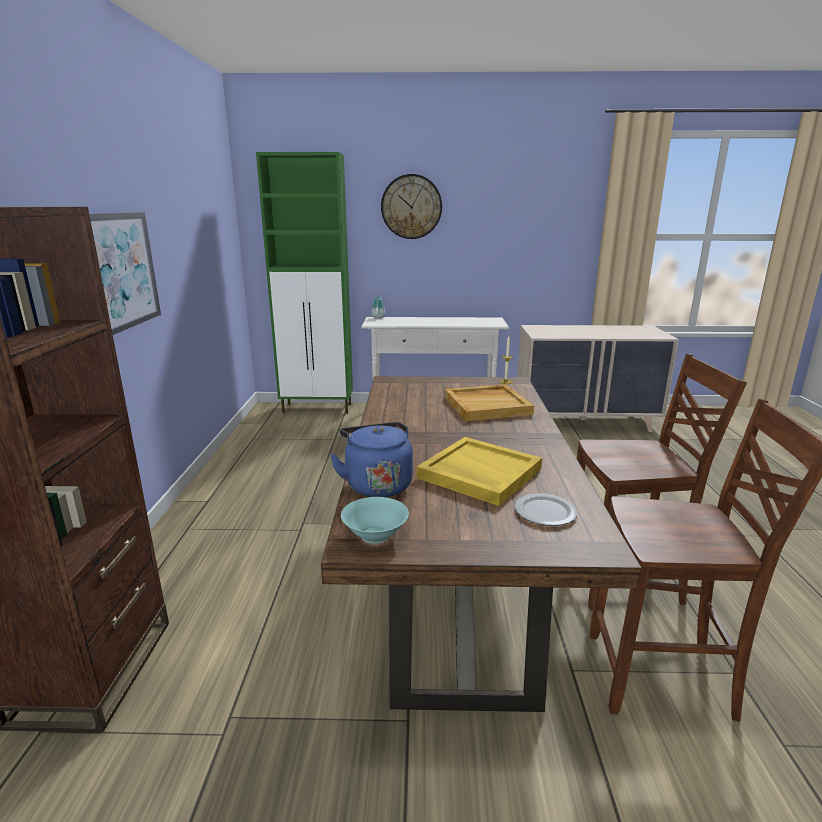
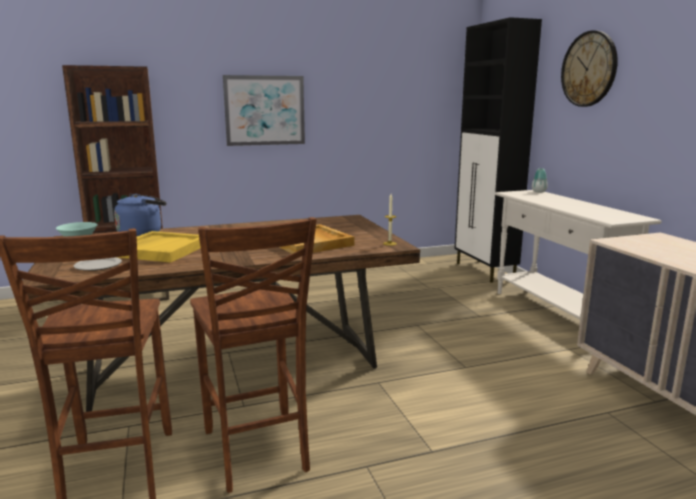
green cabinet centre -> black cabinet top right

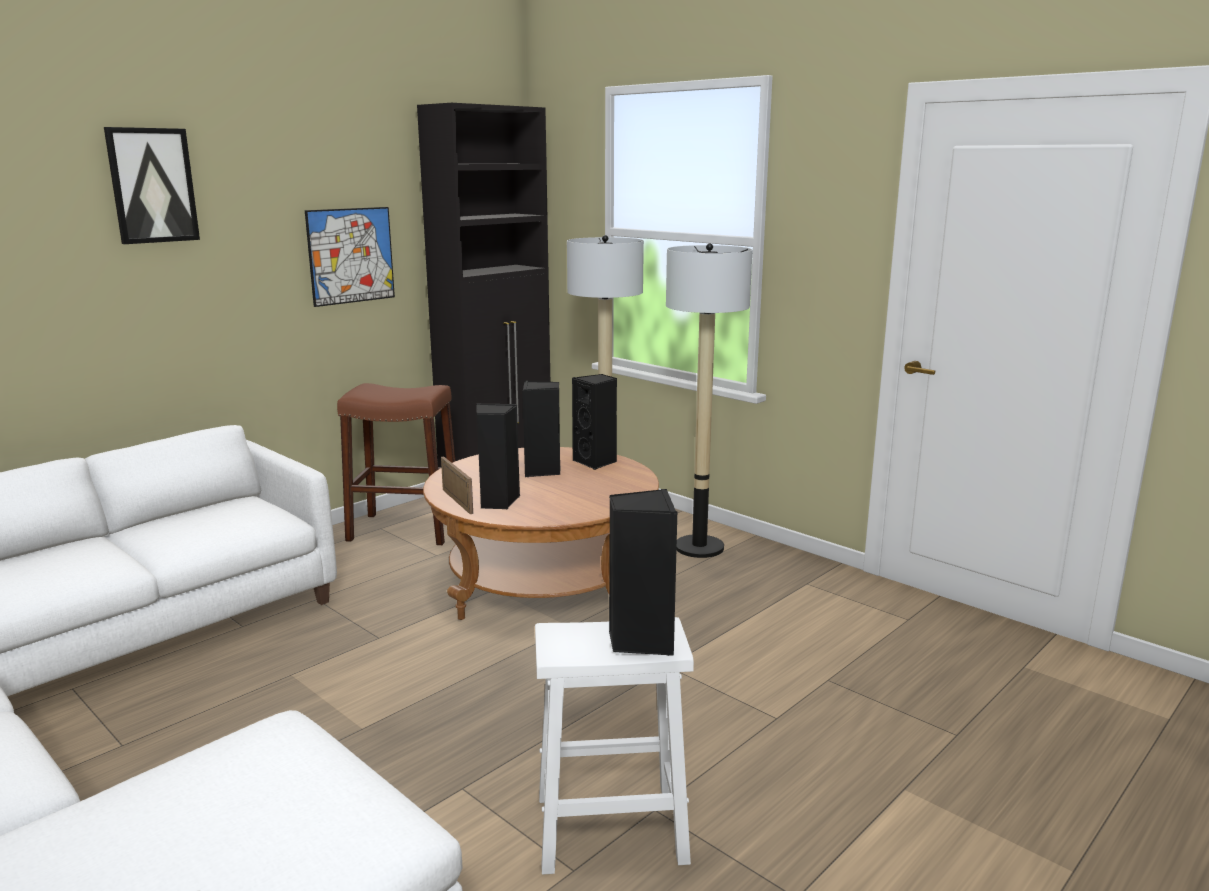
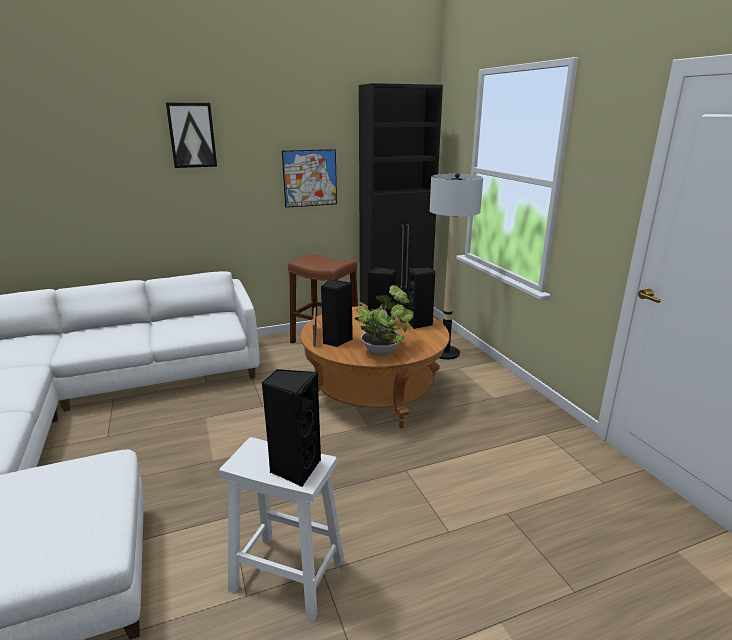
floor lamp (2nd from left) centre -> none
none -> potted plant centre

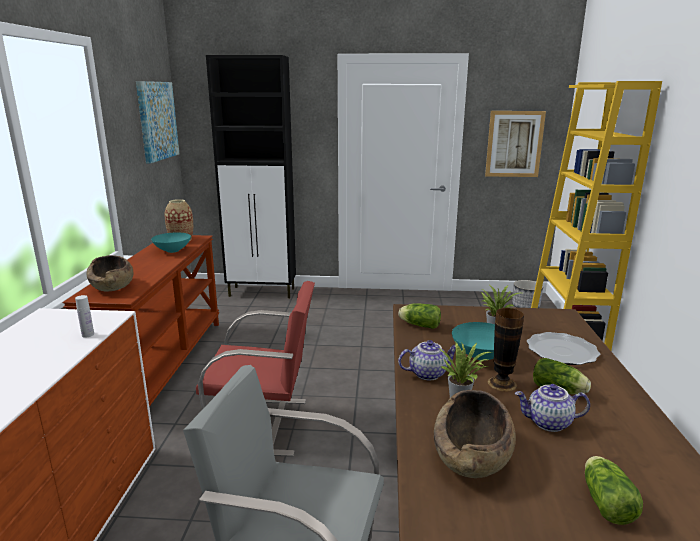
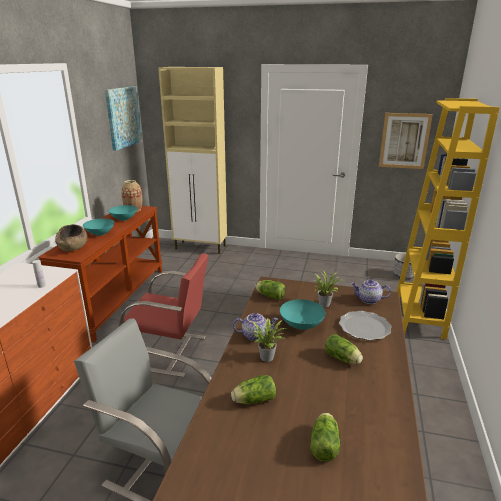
vase (2nd from left) middle right -> none
none -> turquoise bowl (1st from left) middle left
teapot (2nd from left) bottom right -> teapot (2nd from left) middle right, move
brown bowl (2nd from left) bottom right -> lettuce (1st from left) bottom centre
black cabinet top centre -> beige cabinet top centre

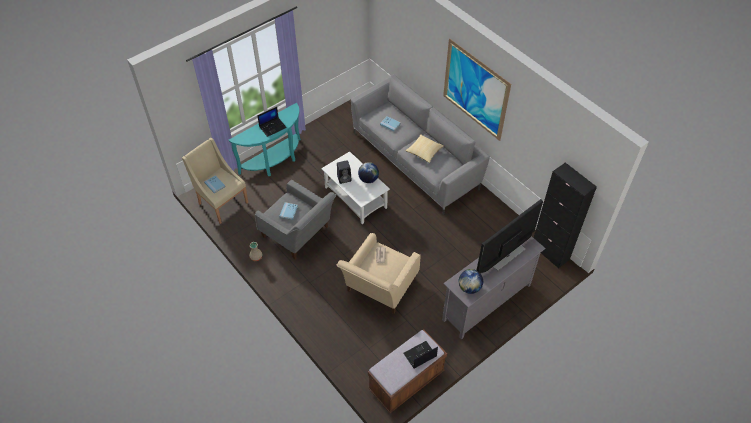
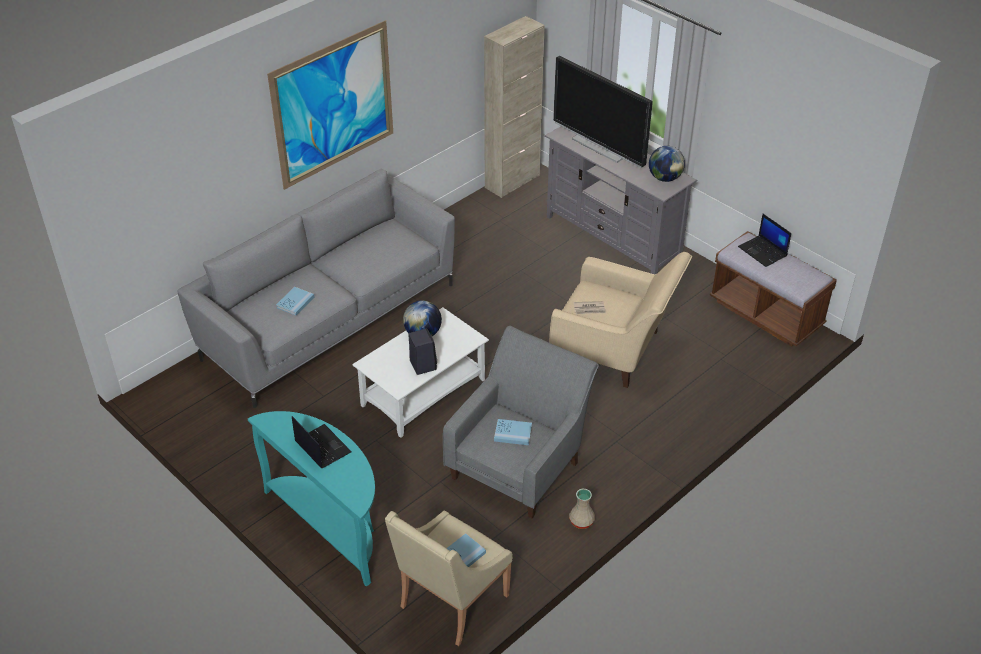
pillow centre -> none
black cabinet middle right -> beige cabinet top centre

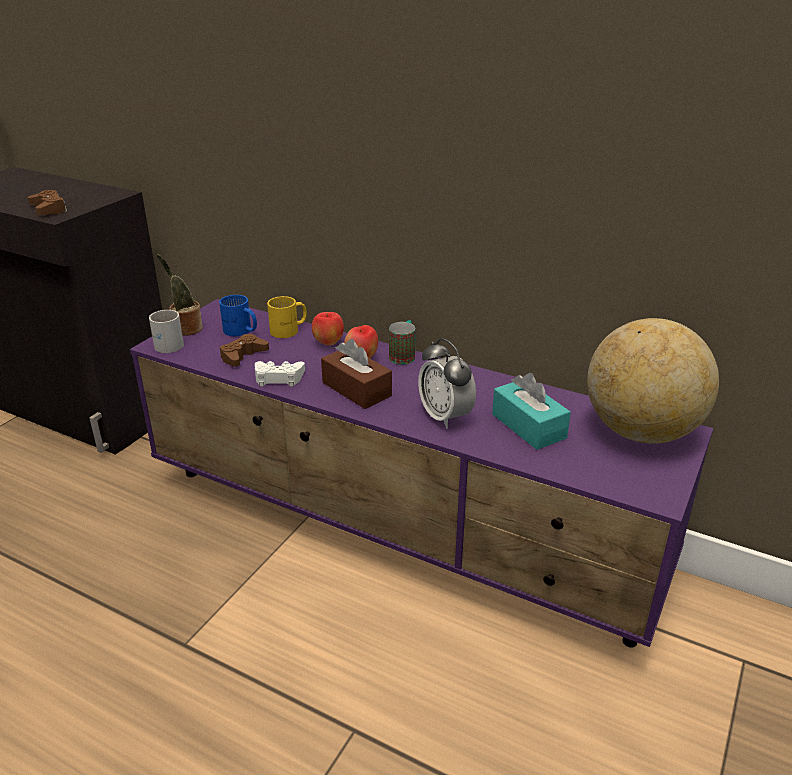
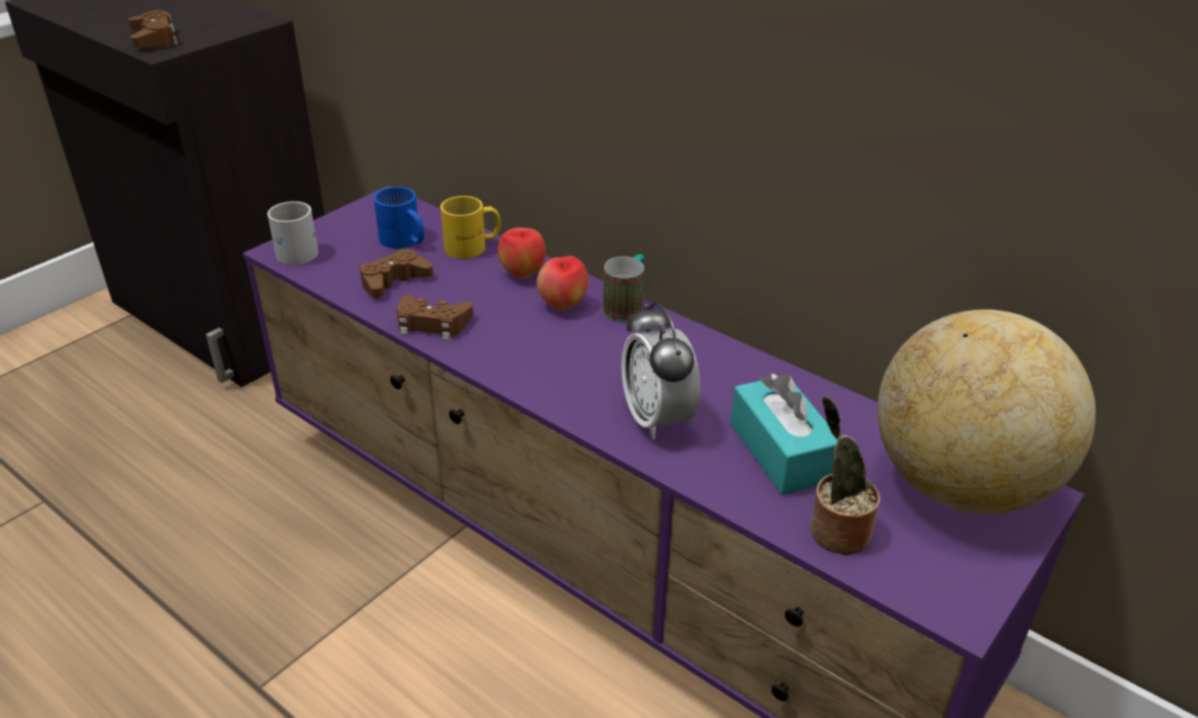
brown tissue box centre -> none
potted plant middle left -> potted plant middle right, move
white game controller centre -> brown game controller (3rd from left) centre

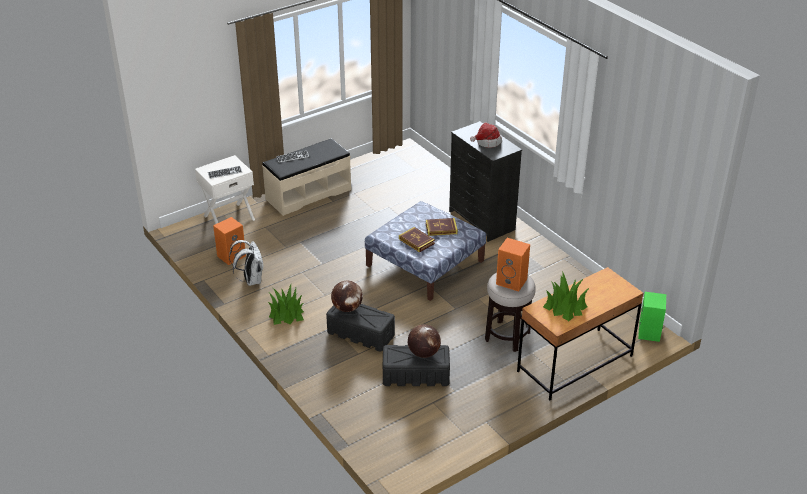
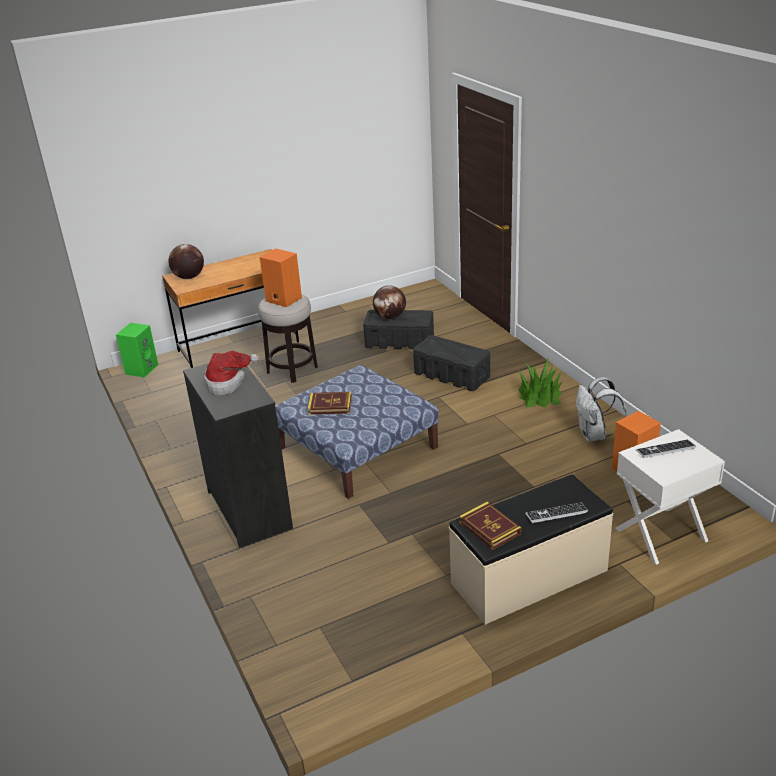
potted plant (2nd from left) middle right -> none
globe (1st from left) centre -> globe (1st from left) middle left, move
book (1st from left in the first image) centre -> book (2nd from left) bottom centre, move

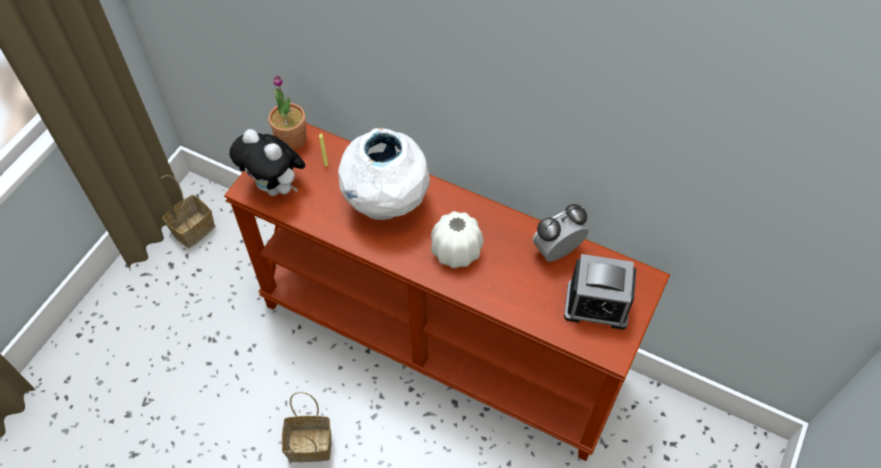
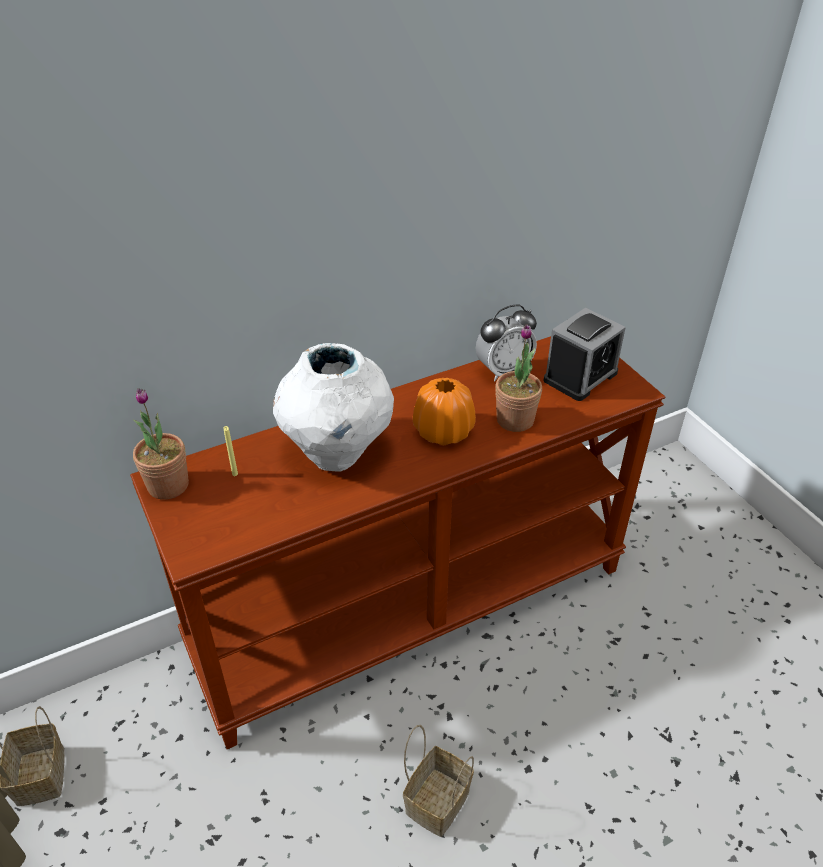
plush toy middle left -> none
none -> potted plant (2nd from left) centre
white vase (2nd from left) centre -> orange vase centre
alarm clock (1st from left) centre, 120 degrees counterclockwise

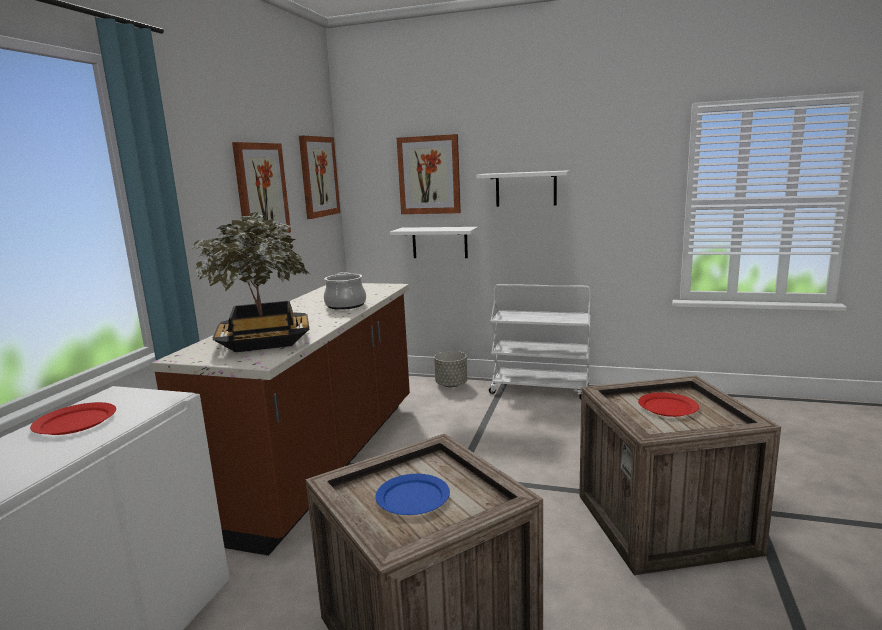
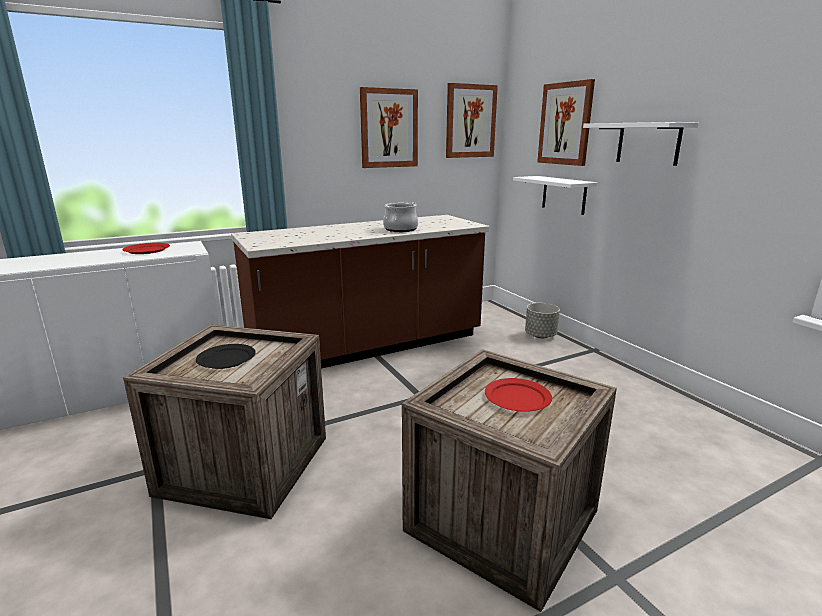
potted plant middle left -> none
white cart centre -> none
blue plate bottom centre -> black plate middle left

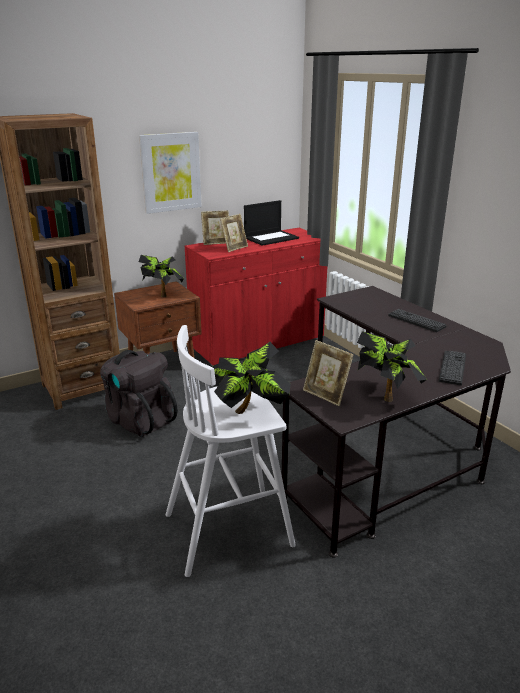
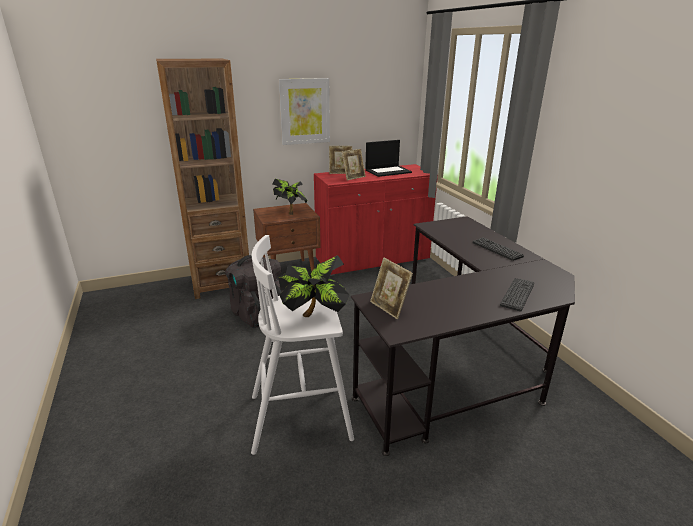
potted plant (3rd from left) middle right -> none

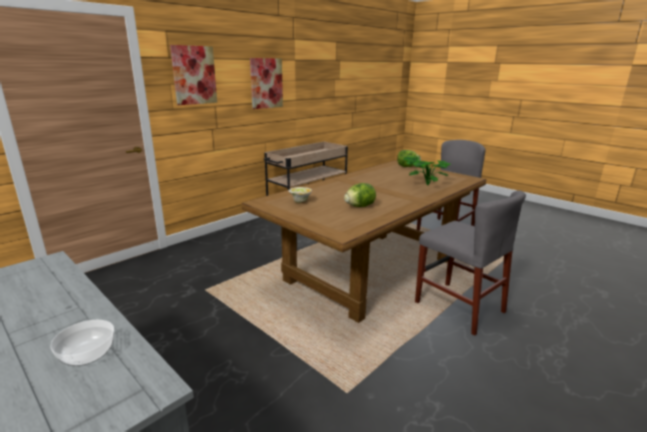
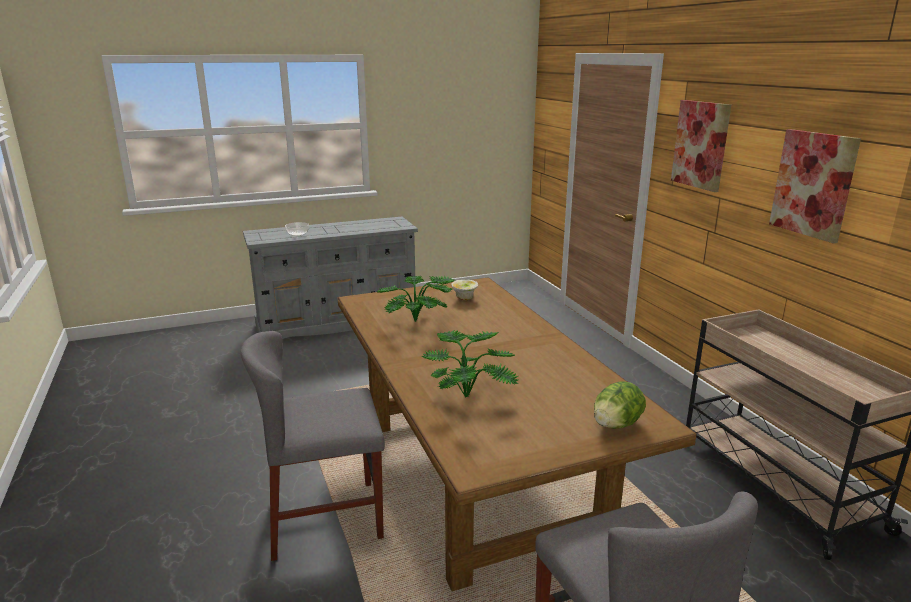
lettuce (1st from left) centre -> potted plant (1st from left) centre

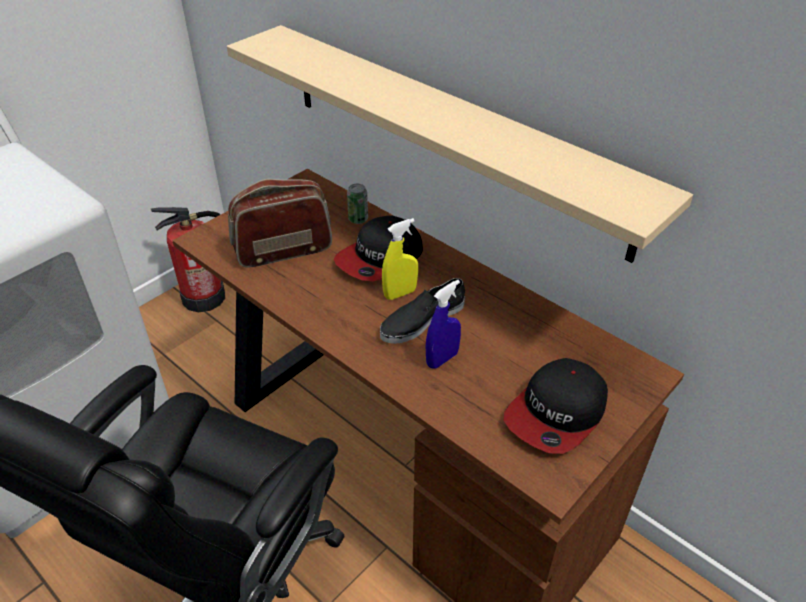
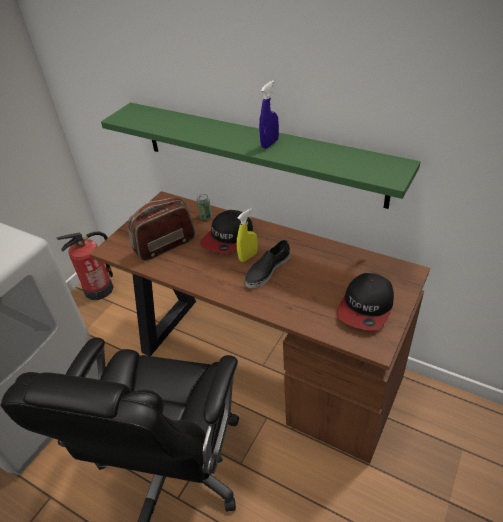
blue spray bottle centre -> blue spray bottle top centre, move
beige shelf top centre -> green shelf top centre

